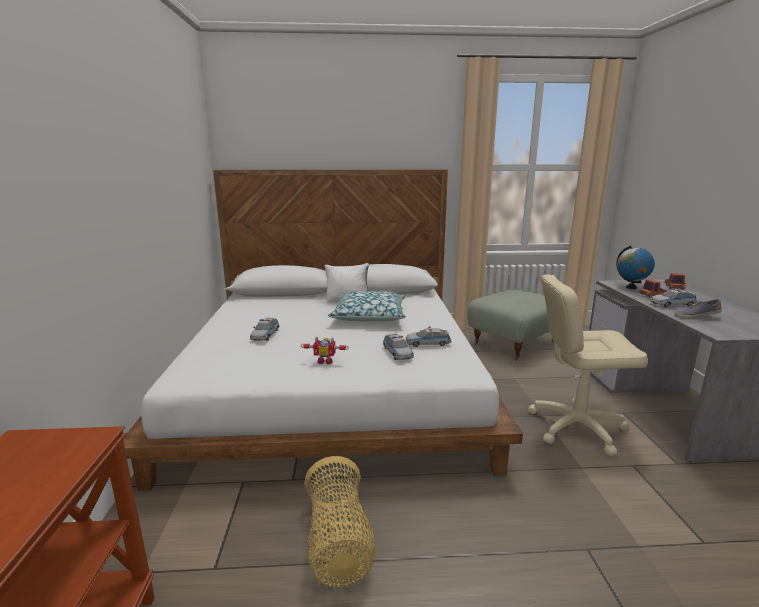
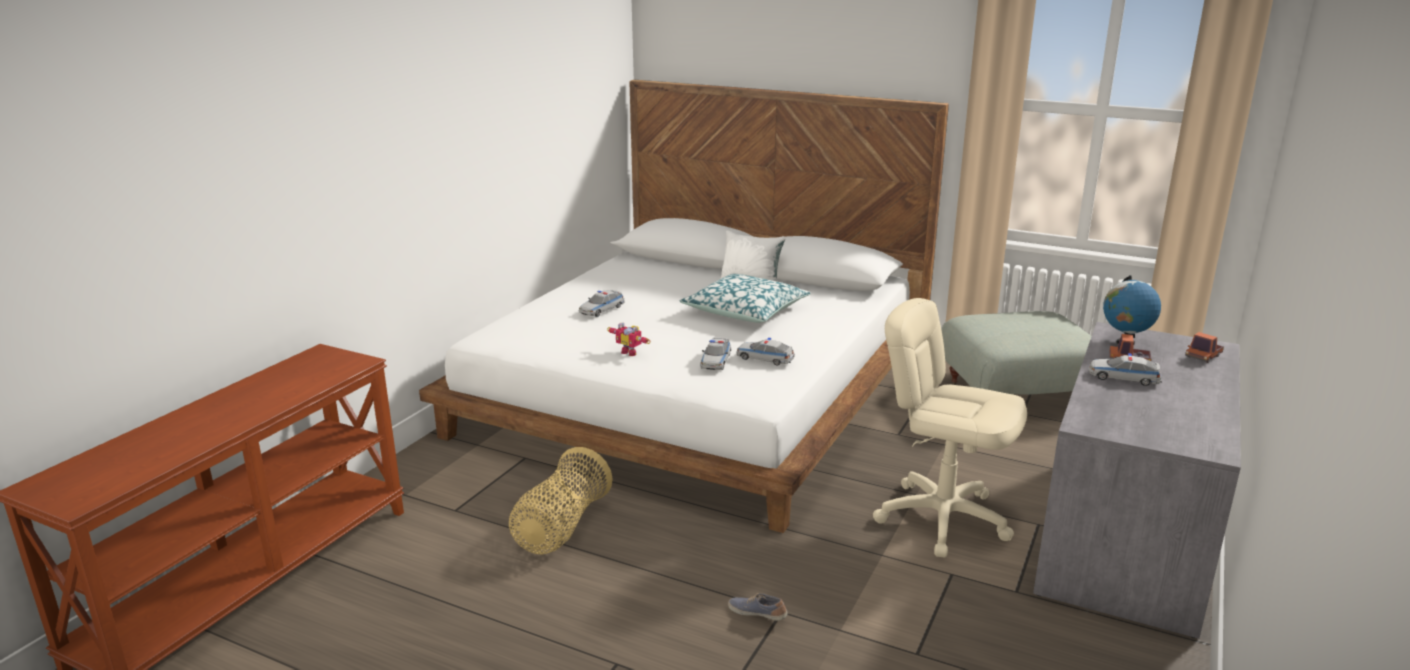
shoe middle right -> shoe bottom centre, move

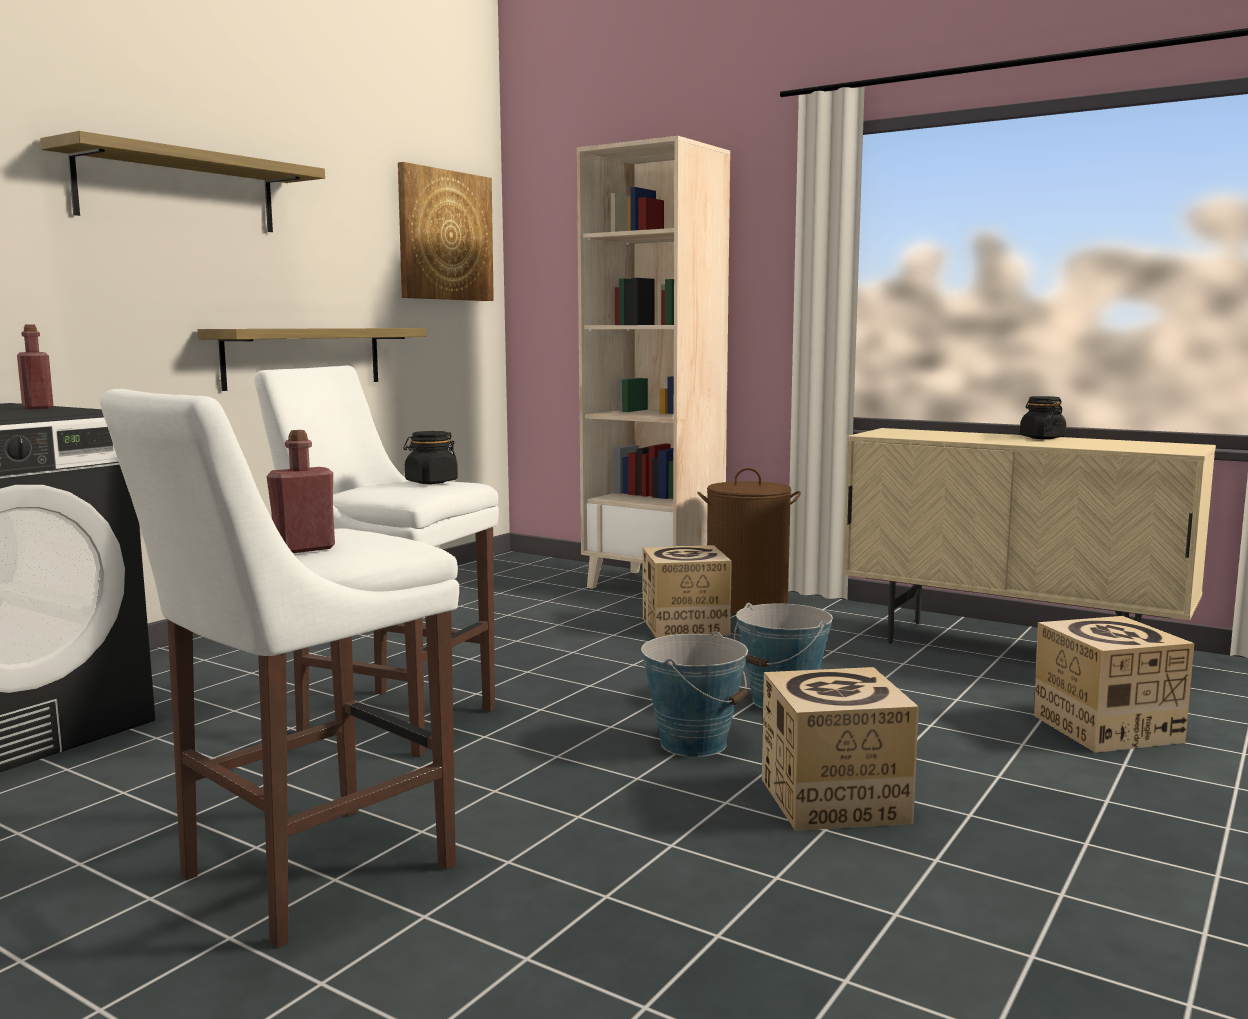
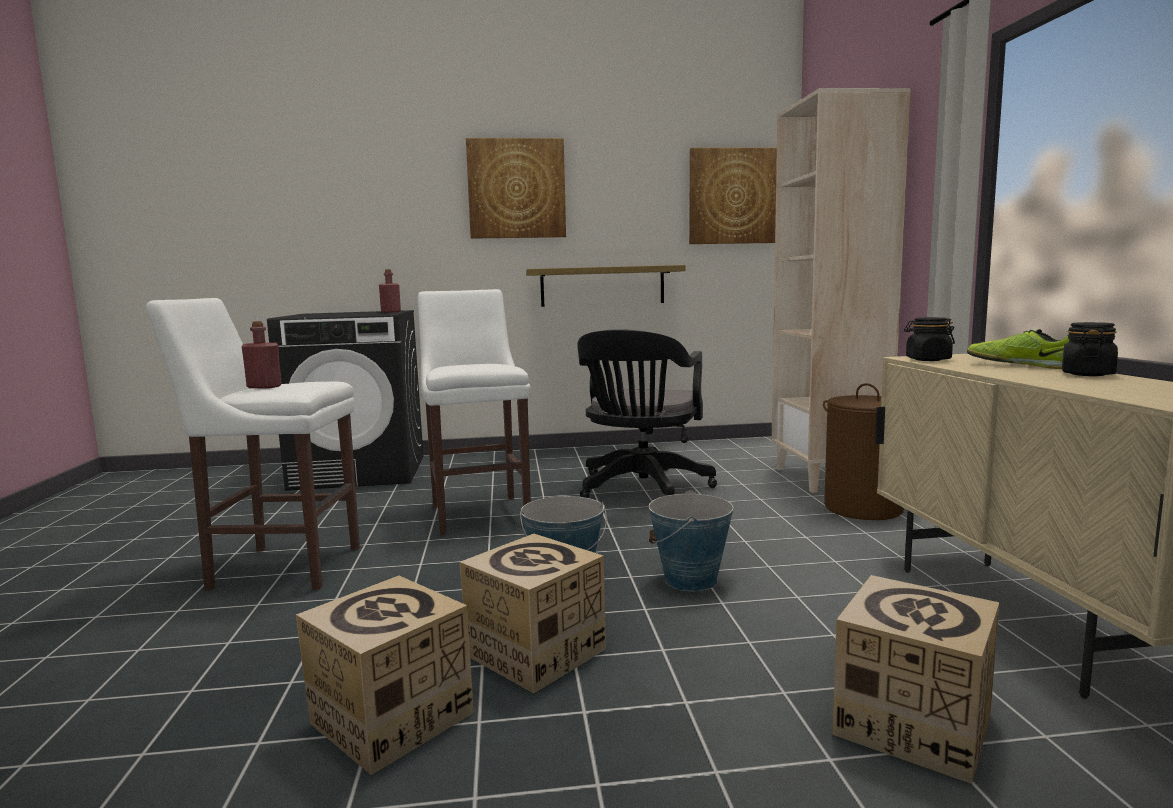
none -> black office chair centre
none -> shoe middle right
black jar (1st from left) centre -> black jar (1st from left) middle right, move
cardboard box (1st from left) centre -> cardboard box (1st from left) bottom left, move
shelf (1st from left) top left -> picture (1st from left) top centre

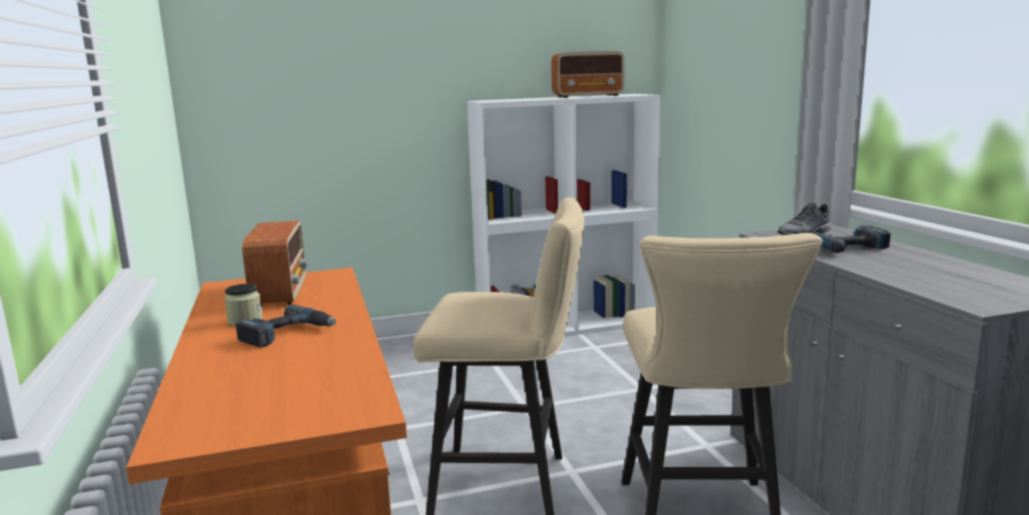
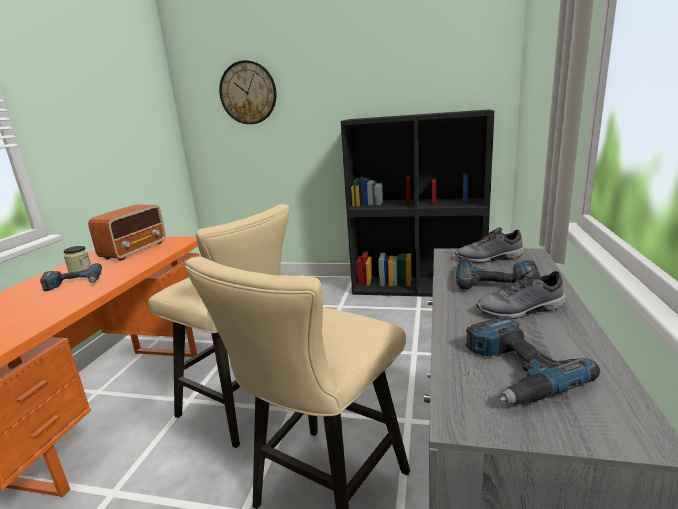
radio (2nd from left) top centre -> none
none -> wall clock top centre
none -> power drill (3rd from left) bottom right
none -> grey shoe (2nd from left) middle right
white bookcase centre -> black bookcase centre

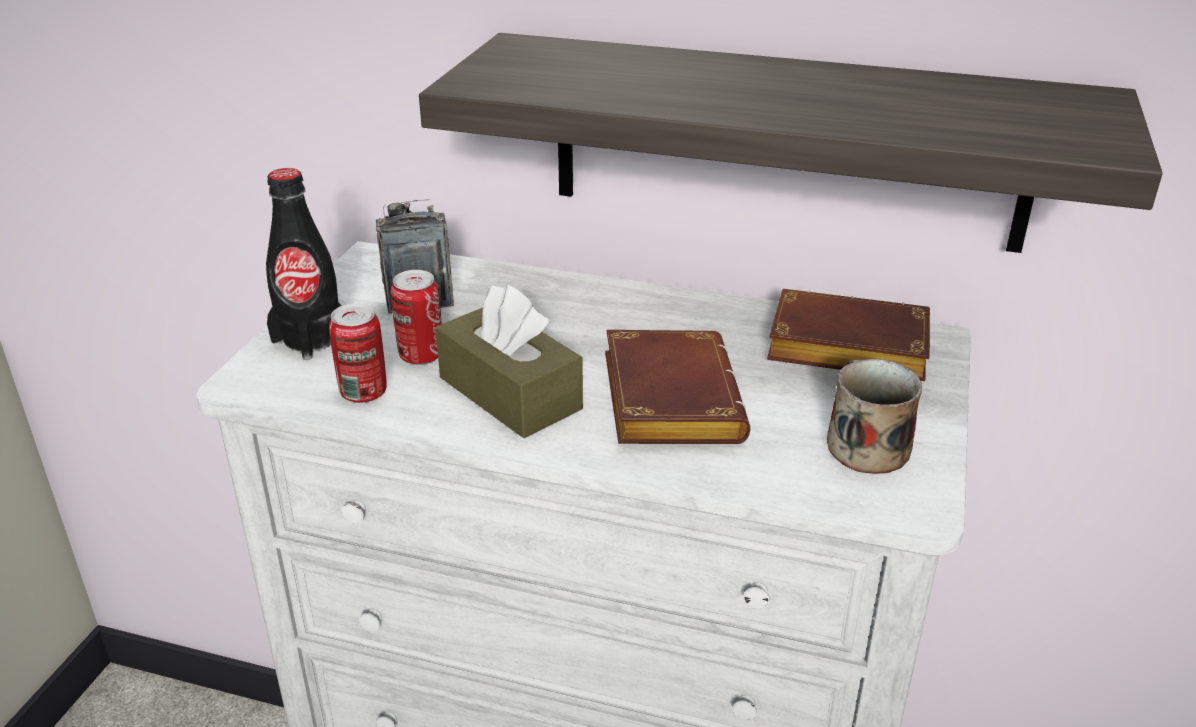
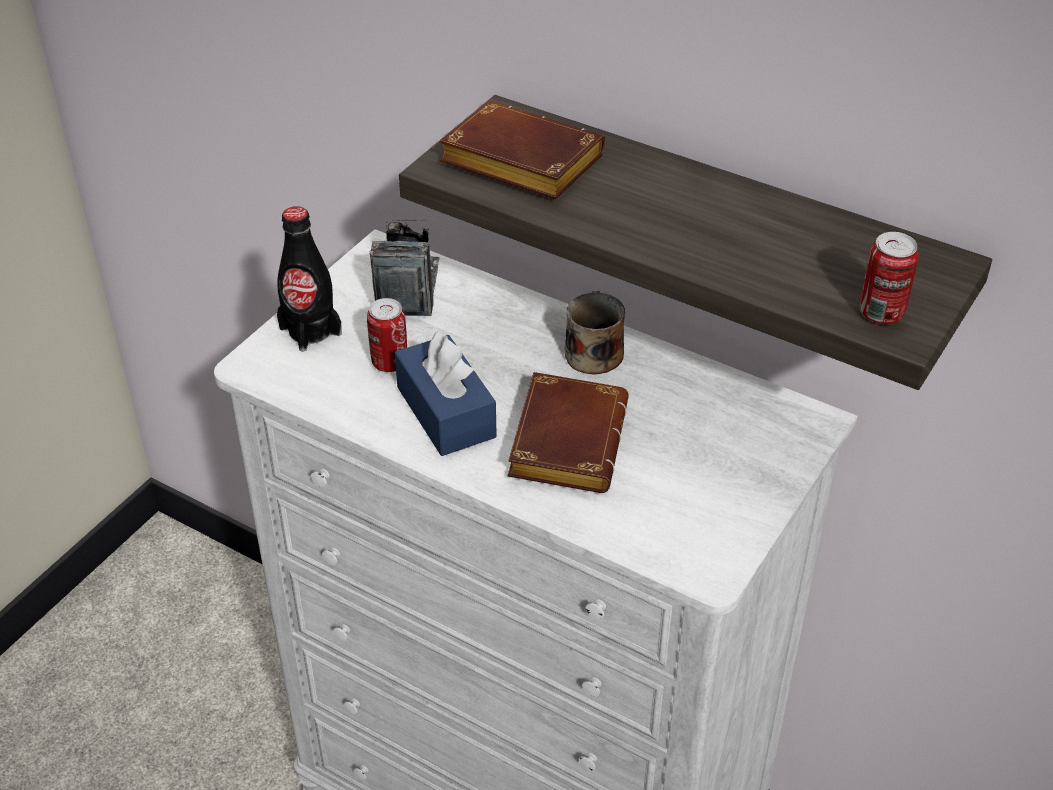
can (1st from left in the first image) middle left -> can (2nd from left) middle right, move
brown book (2nd from left in the first image) middle right -> brown book (1st from left) top centre, move
mug middle right -> mug centre, move
brown tissue box centre -> blue tissue box centre

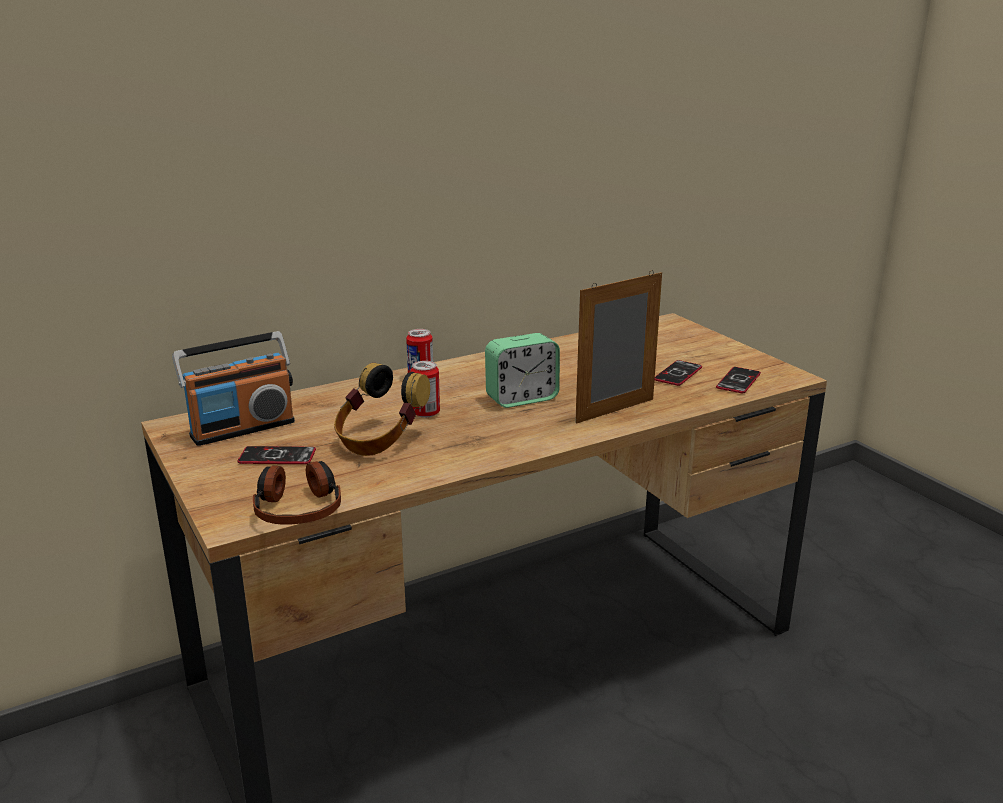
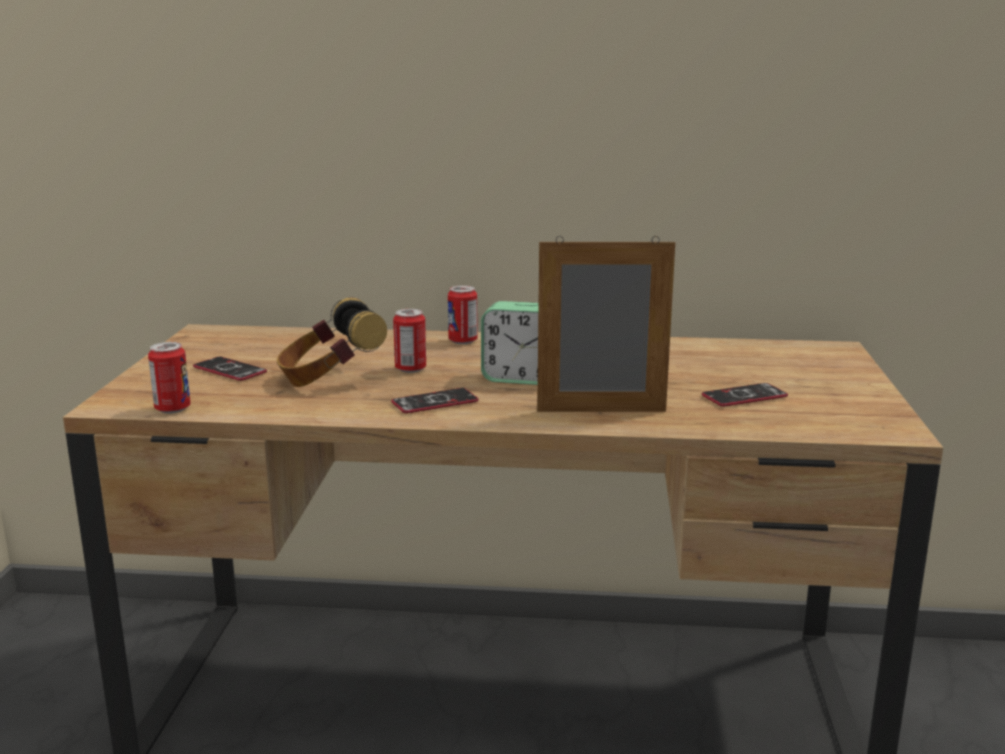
radio middle left -> none
phone (3rd from left in the first image) middle right -> phone (2nd from left) centre, move
headphones (1st from left) middle left -> can (1st from left) middle left

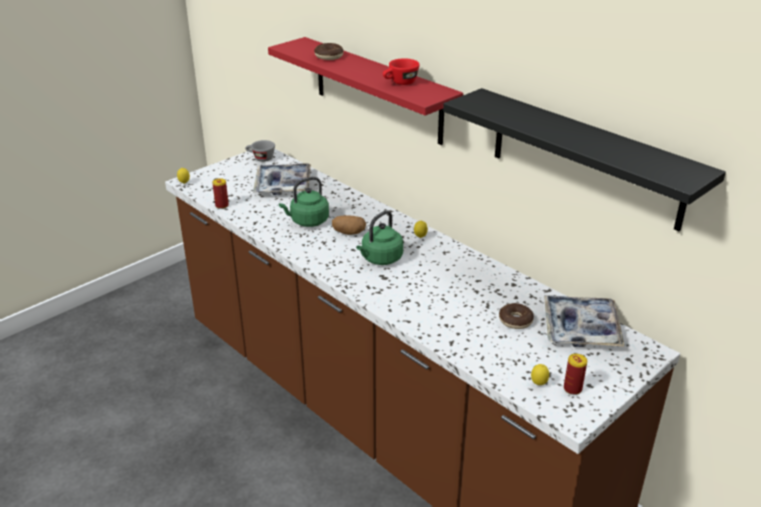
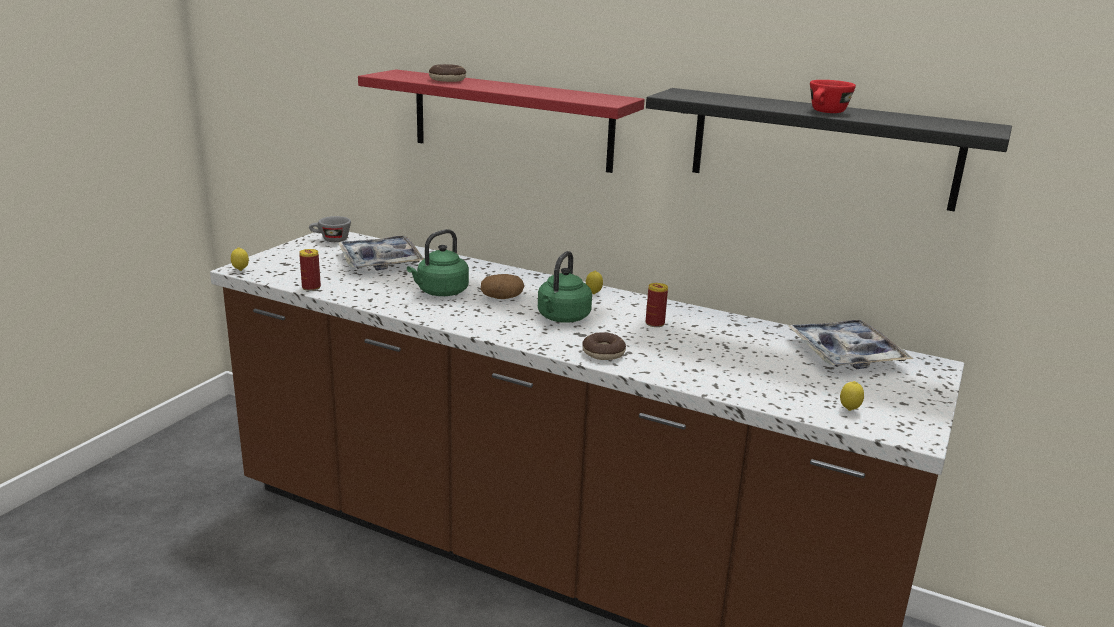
red cup top centre -> red cup top right, move
donut (2nd from left) middle right -> donut (2nd from left) centre, move
can (2nd from left) bottom right -> can (2nd from left) centre, move

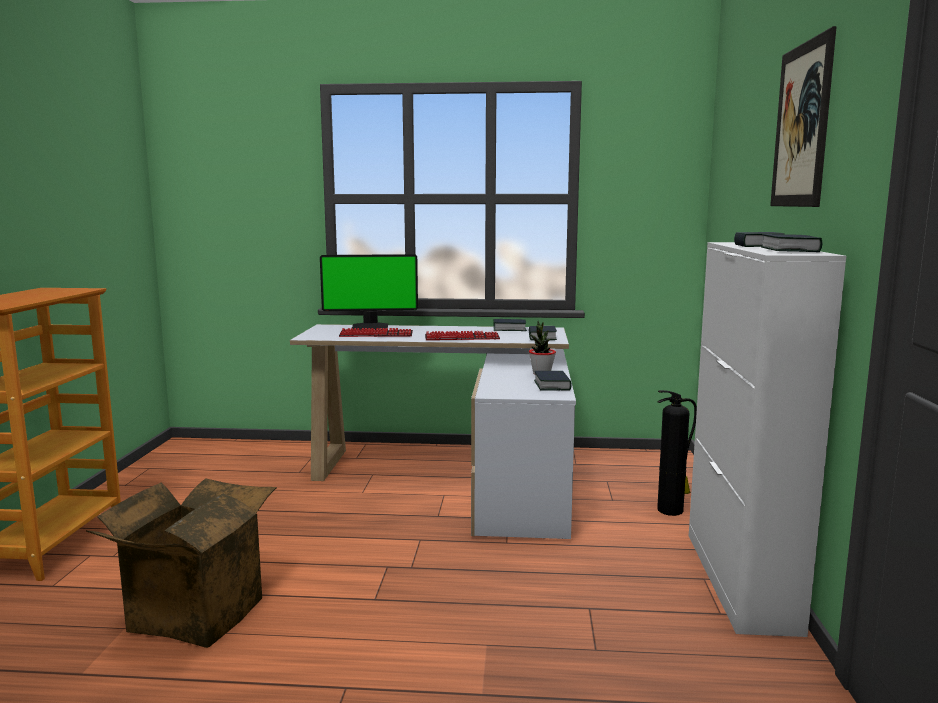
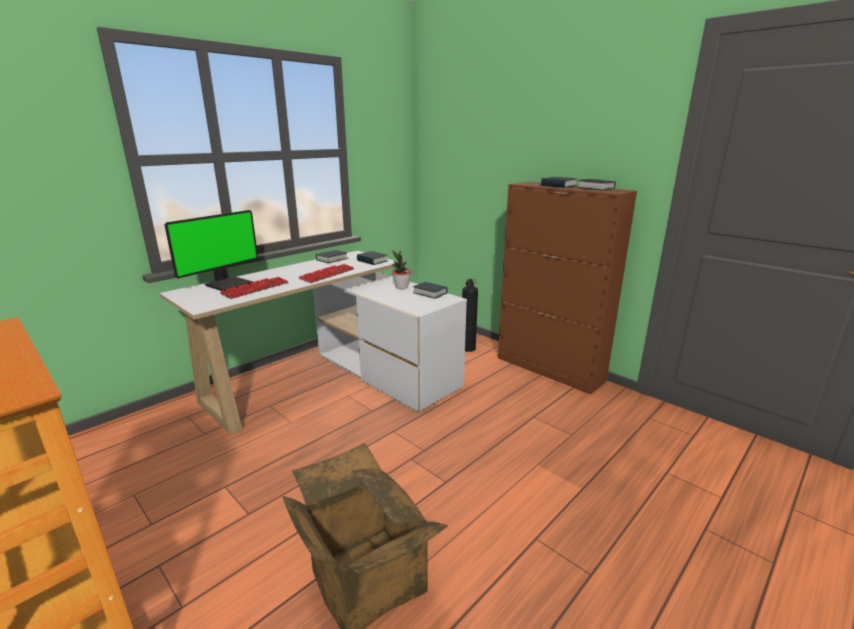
picture top right -> none
white cabinet middle right -> brown cabinet centre

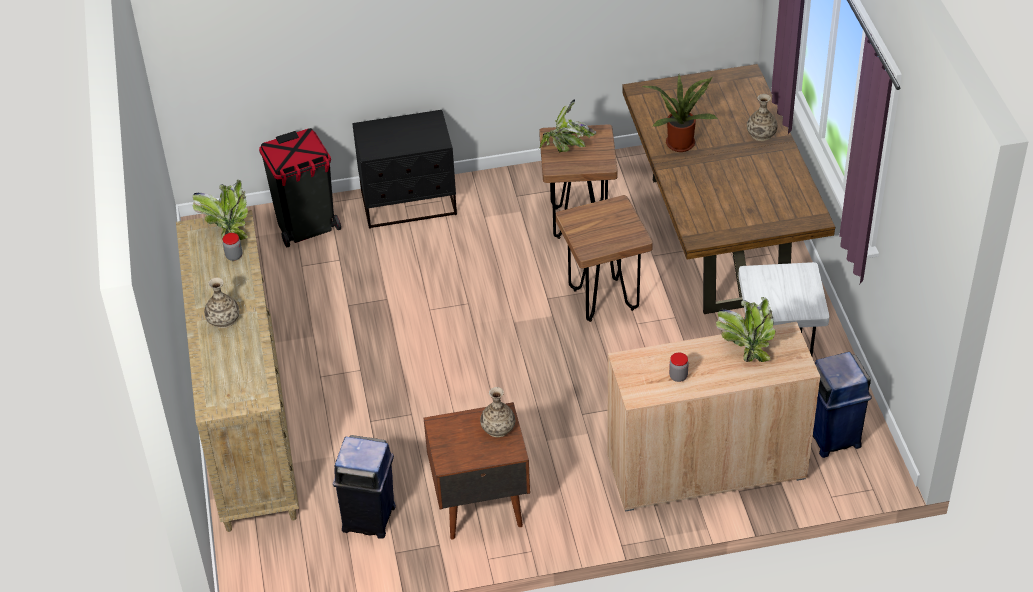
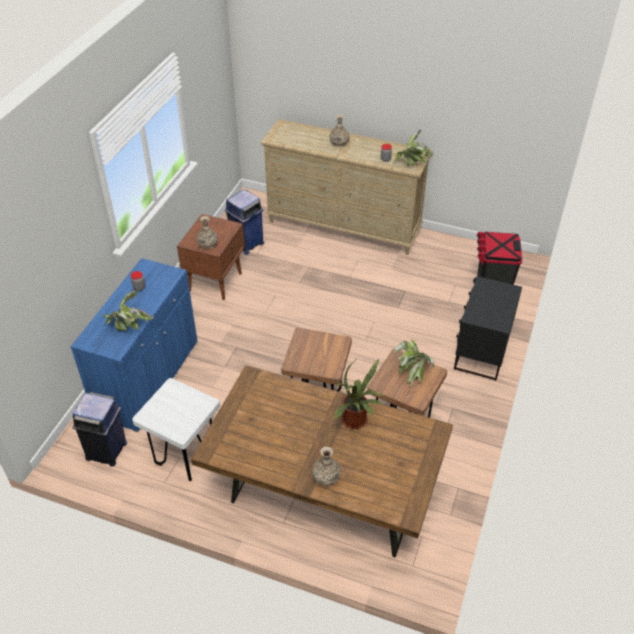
beige cabinet bottom right -> blue cabinet middle left

